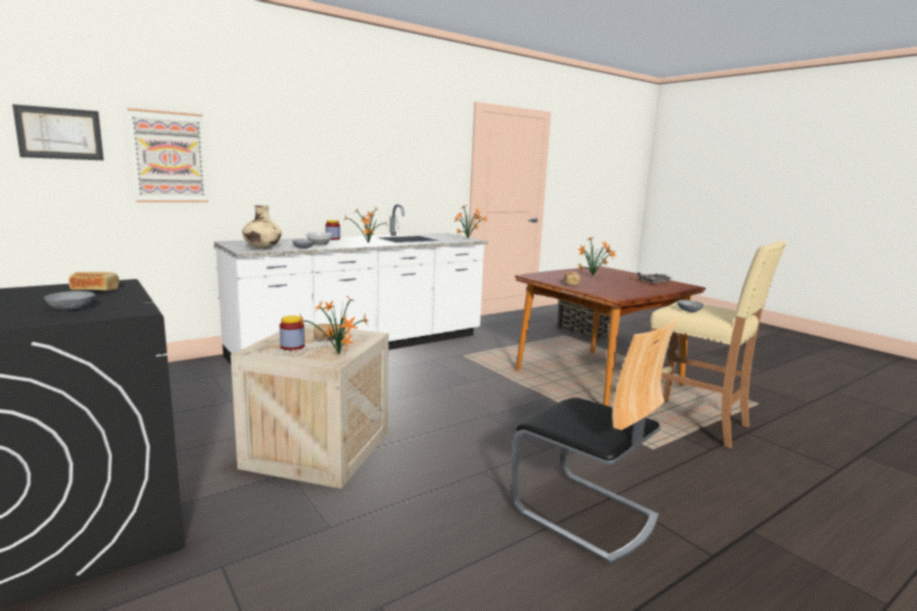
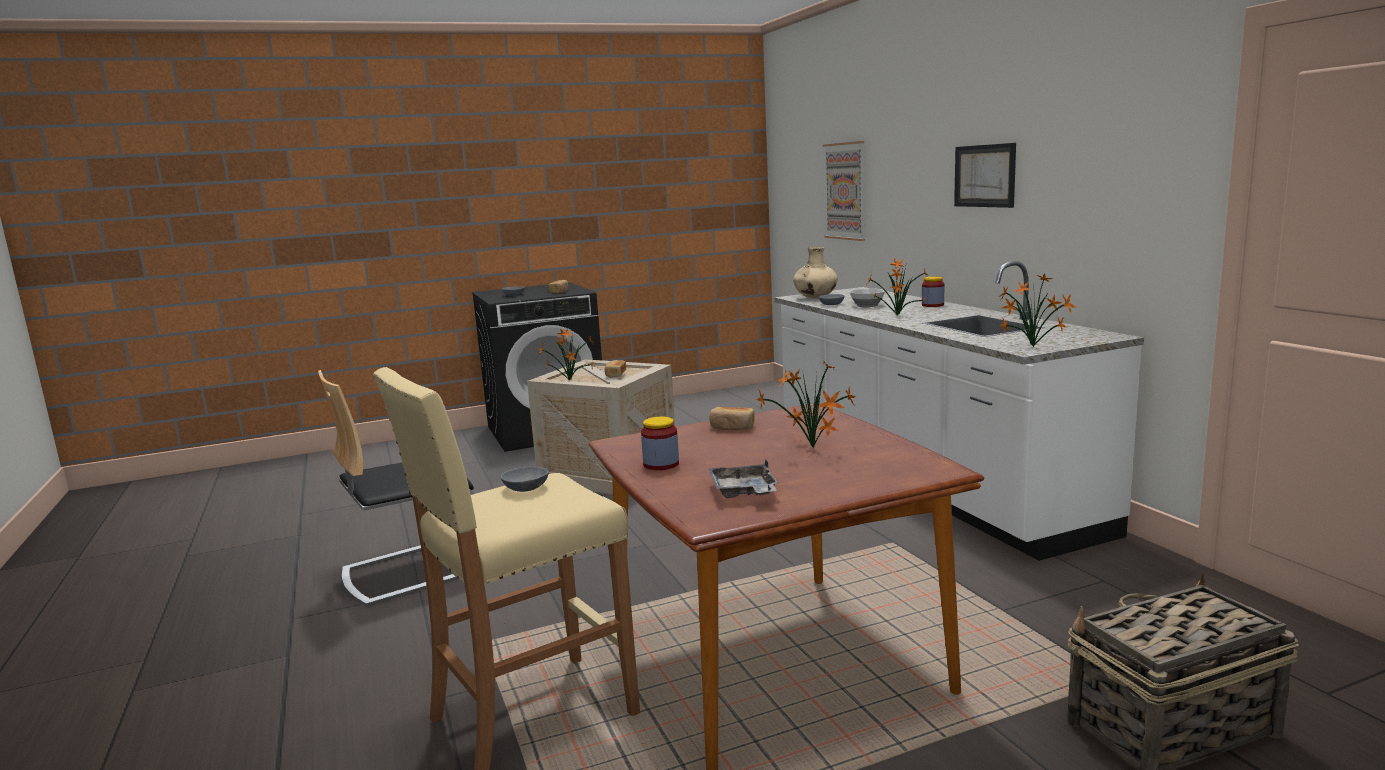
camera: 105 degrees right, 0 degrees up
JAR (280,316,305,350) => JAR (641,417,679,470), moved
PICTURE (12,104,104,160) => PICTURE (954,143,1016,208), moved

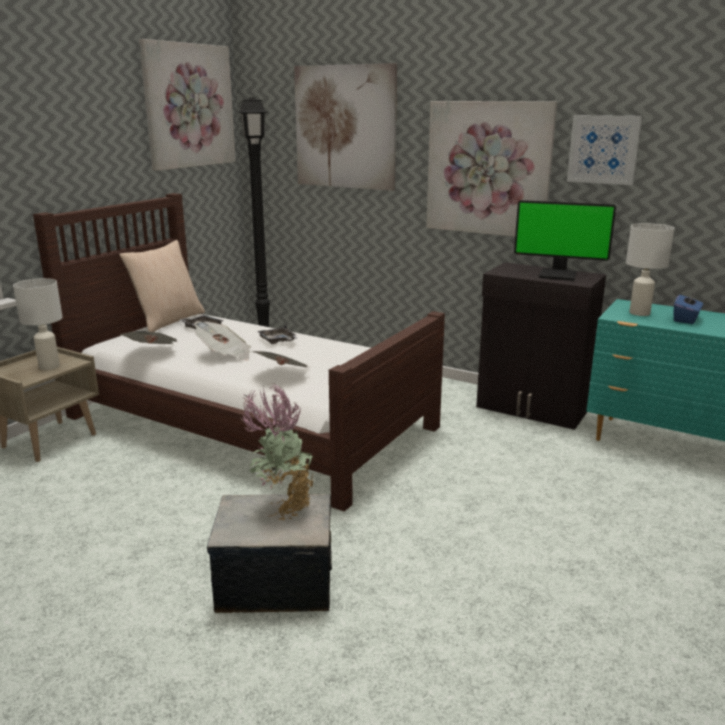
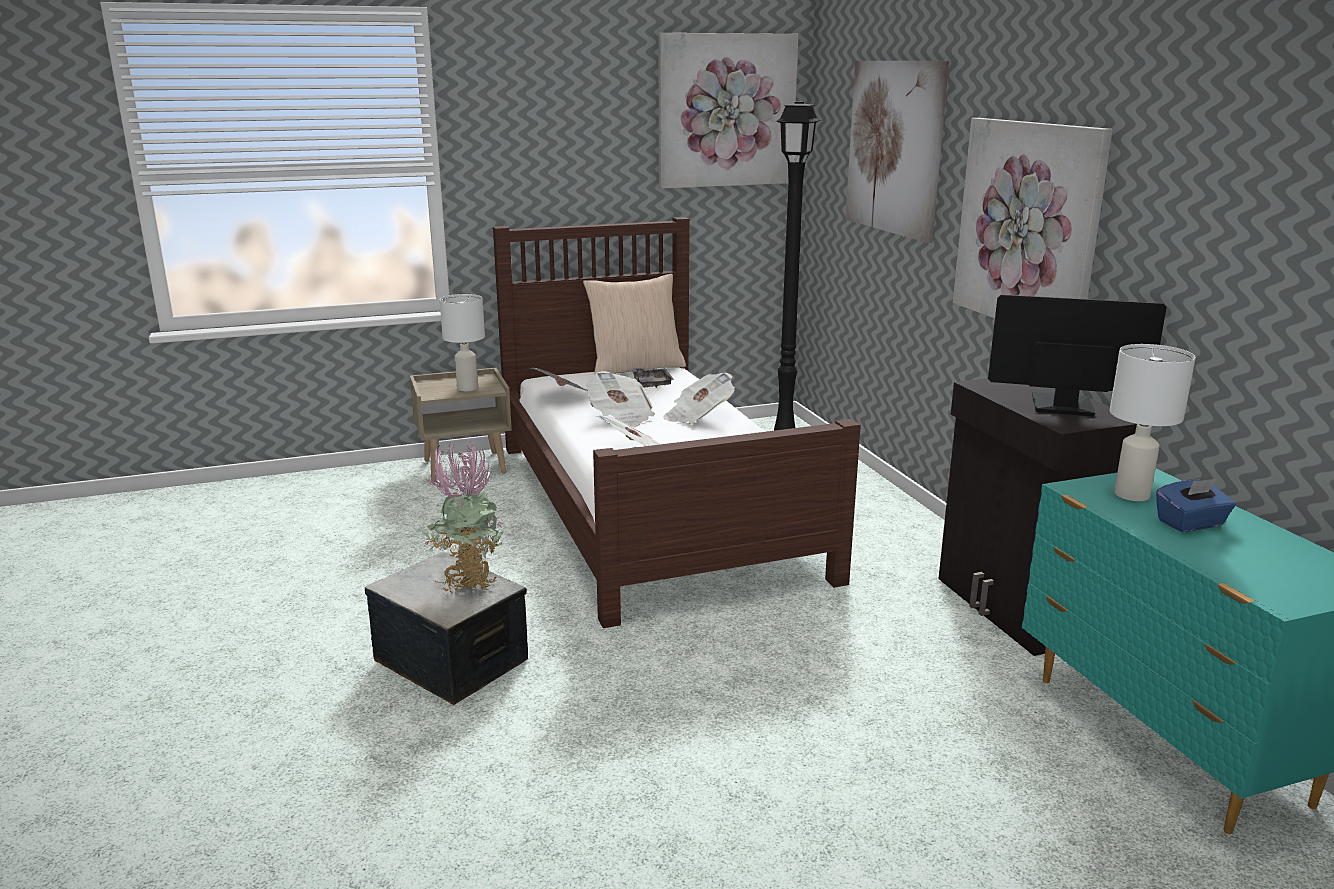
camera: 40 degrees right, 0 degrees up
GREY TRAY (257,325,297,344) => NEWSPAPER (663,373,735,424)
MONITOR (514,200,616,281) => MONITOR (988,295,1167,416), 135 degrees clockwise
PICTURE (567,115,642,185) => nothing

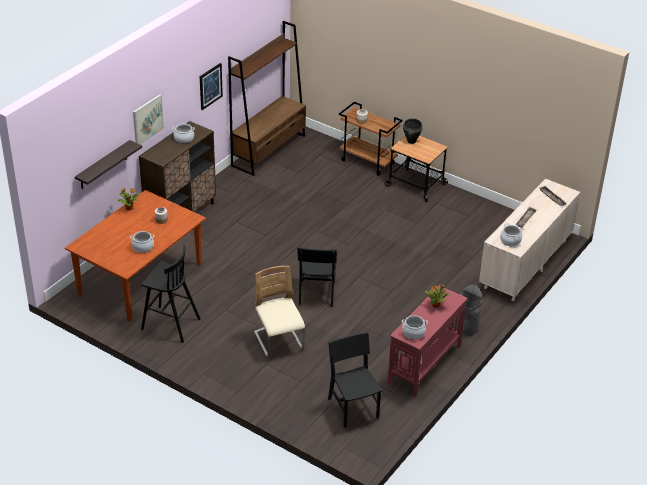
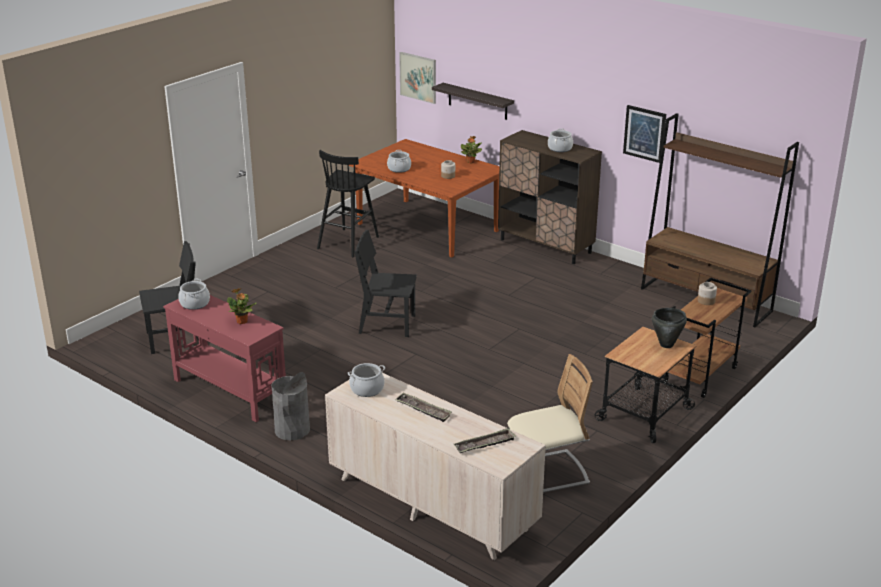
camera: 95 degrees right, 10 degrees down
PICTURE (133,94,164,145) => PICTURE (399,52,436,104), moved
BEIGE CHAIR (254,266,305,357) => BEIGE CHAIR (507,354,593,493), moved

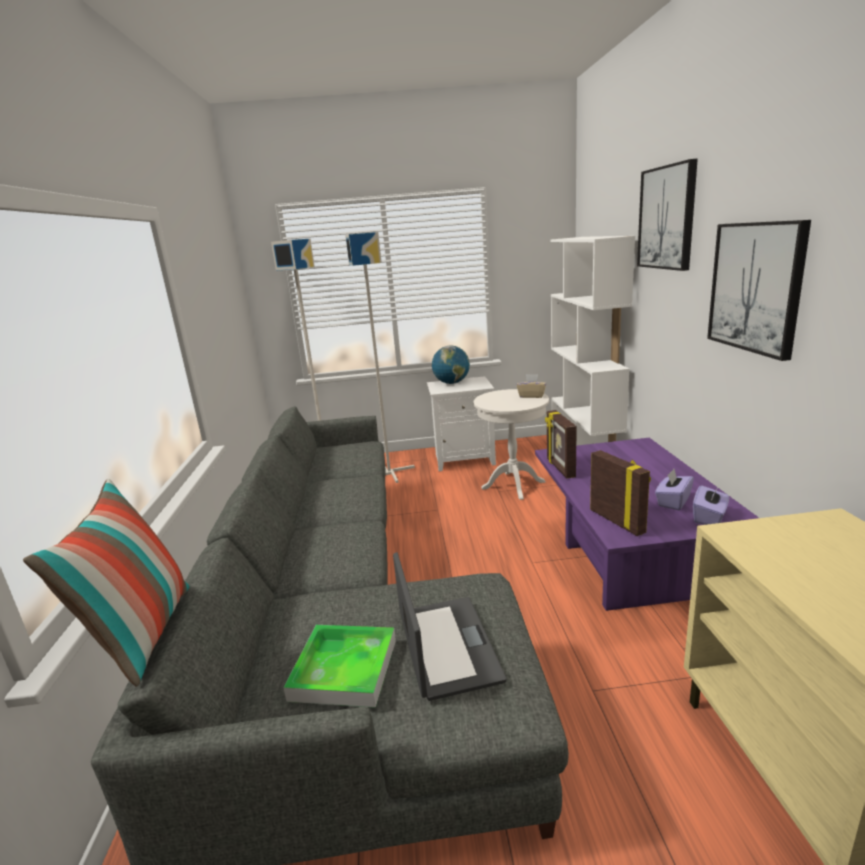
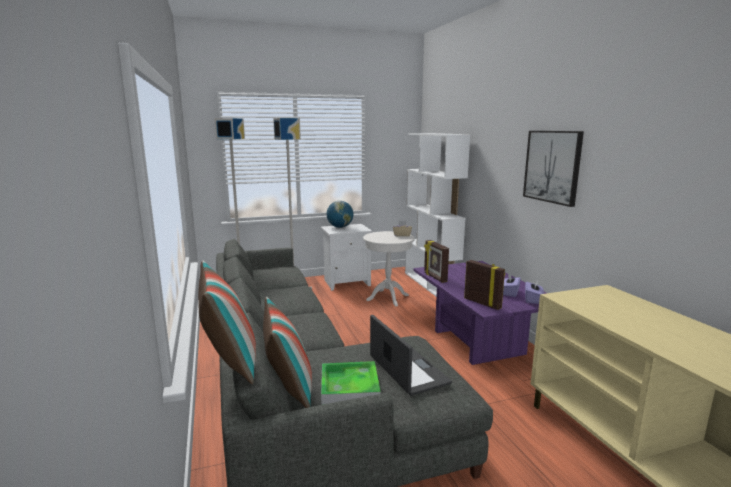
camera: 15 degrees left, 5 degrees down
nothing => PILLOW (263,297,312,408)
PICTURE (637,158,698,271) => nothing

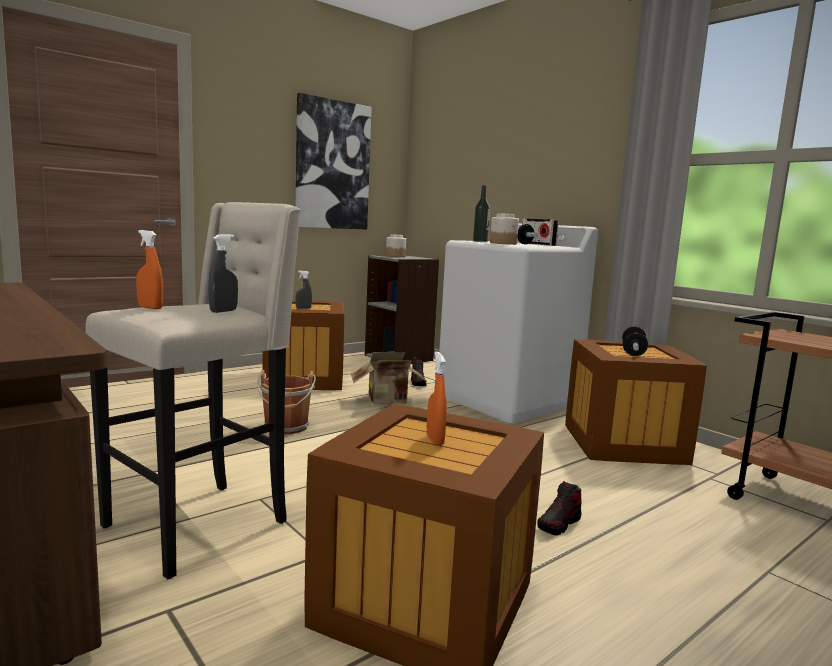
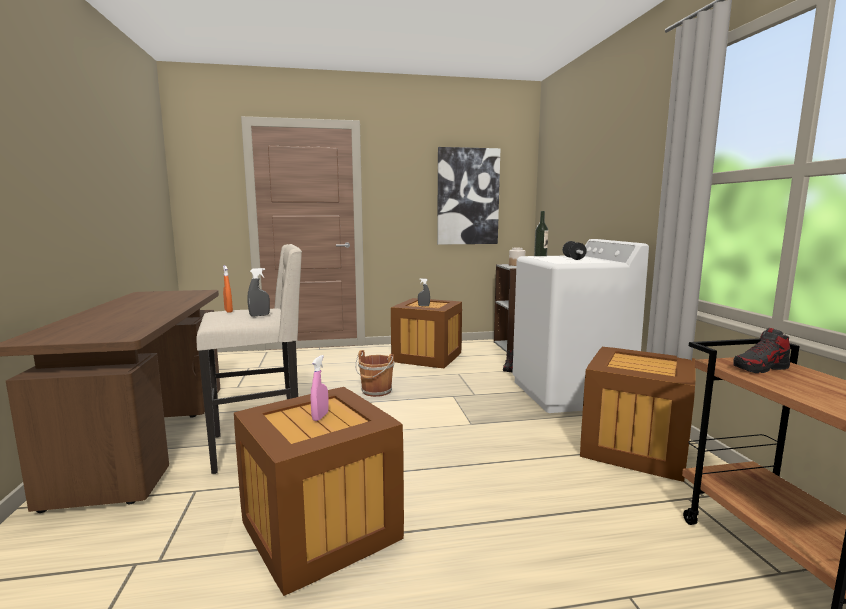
camera: 30 degrees right, 0 degrees up
ORANGE SPRAY BOTTLE (427,351,447,446) => PINK SPRAY BOTTLE (310,355,329,421)
SHOE (537,481,582,535) => SHOE (733,328,790,373), moved
CARDBOARD BOX (350,352,428,404) => nothing
JAR (490,213,519,245) => nothing
RADIO (522,219,559,246) => nothing
DUMBBELL (622,326,648,356) => nothing

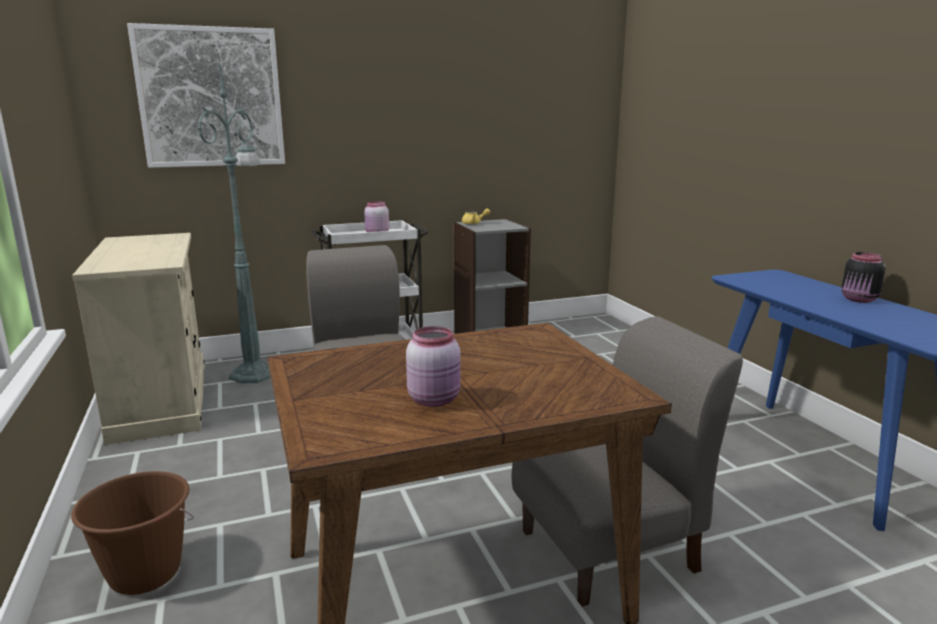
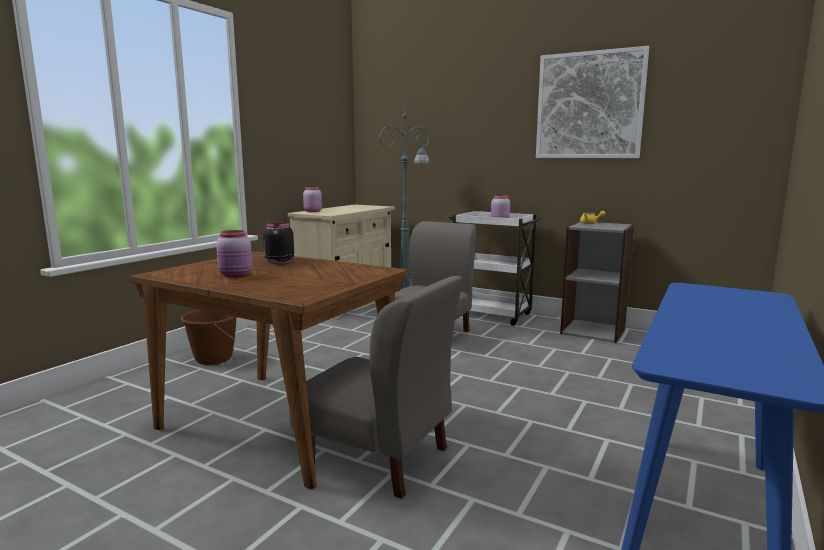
camera: 50 degrees right, 5 degrees down
BLACK JAR (842,252,885,303) => BLACK JAR (263,222,294,264), moved
nothing => PINK JAR (303,187,322,212)
PICTURE (127,23,285,168) => PICTURE (536,46,649,158), moved

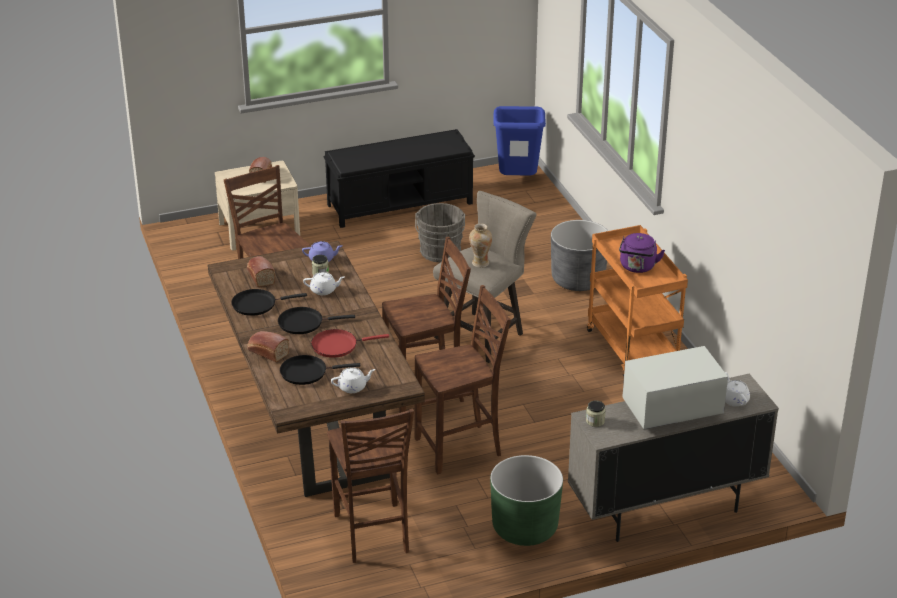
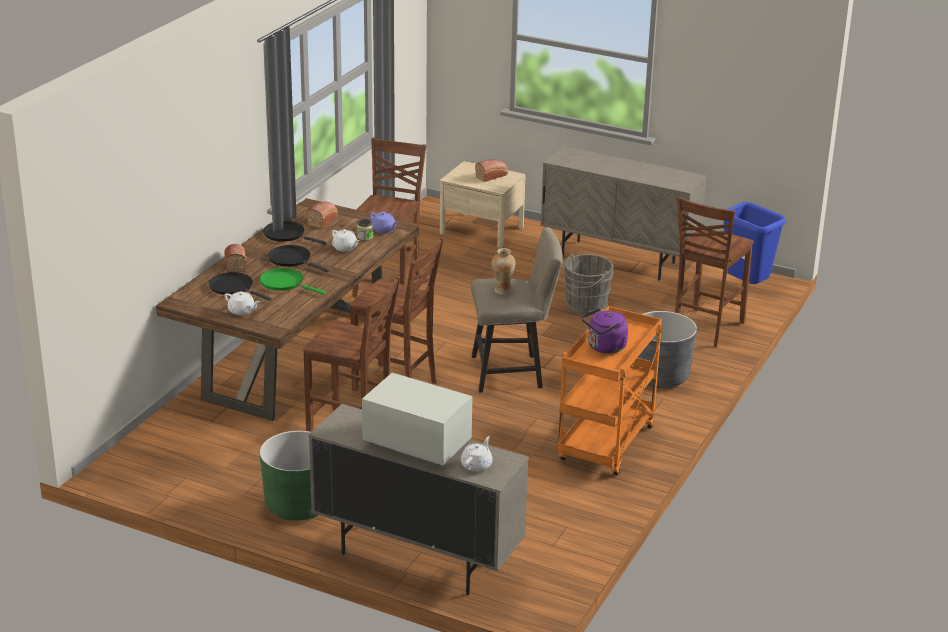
camera: 45 degrees right, 5 degrees down
RED FRYING PAN (311,329,389,358) => GREEN FRYING PAN (260,268,326,295)
BLACK BENCH (324,129,475,228) => BEIGE CABINET (540,146,707,281)
BROWN CHAIR (327,409,414,563) => BROWN CHAIR (675,197,754,348), moved
JAR (586,401,606,427) => nothing

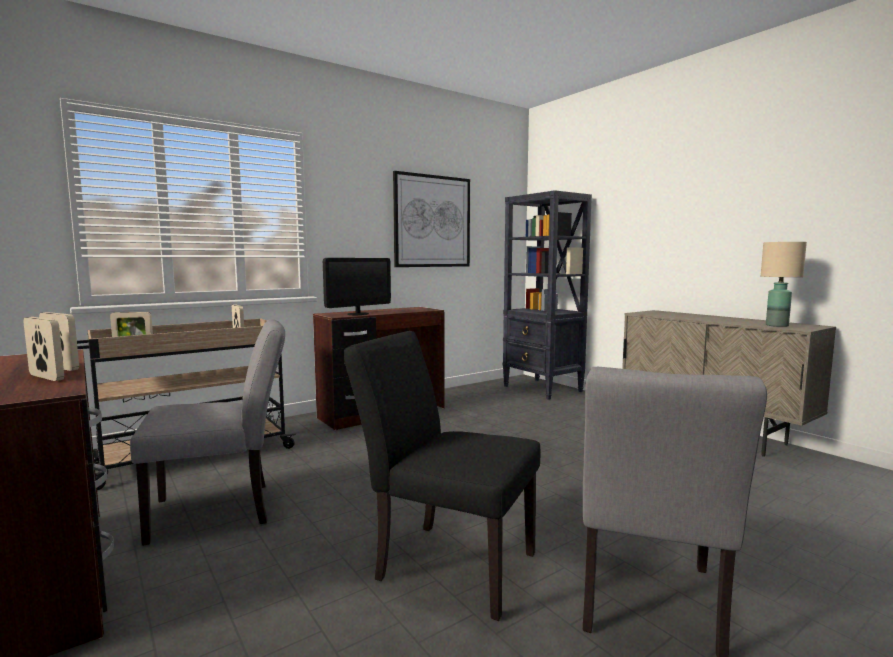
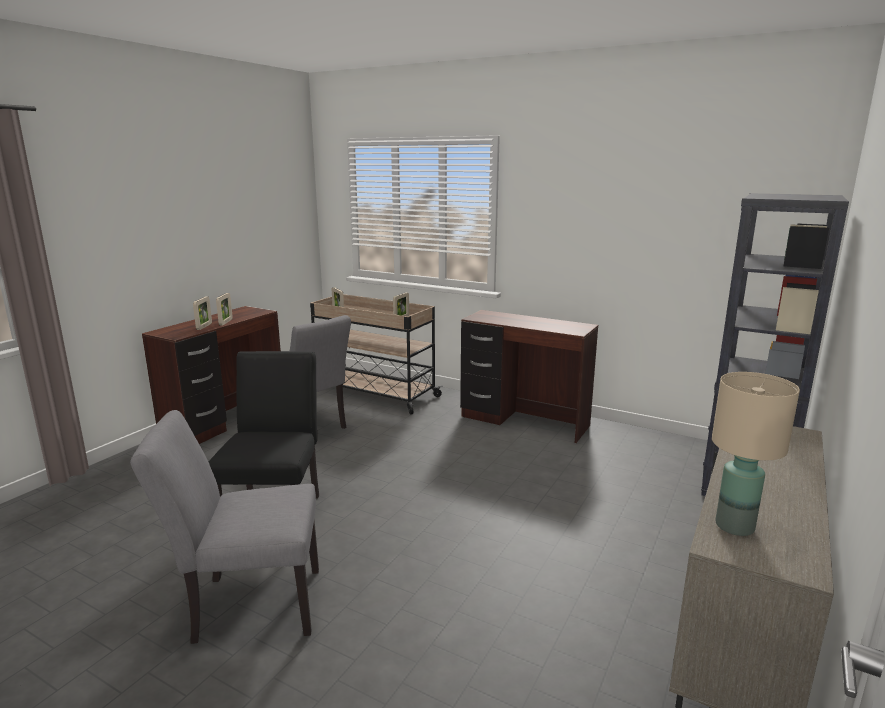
camera: 65 degrees right, 10 degrees up
MONITOR (323,258,391,315) => nothing
PICTURE (393,171,470,267) => nothing

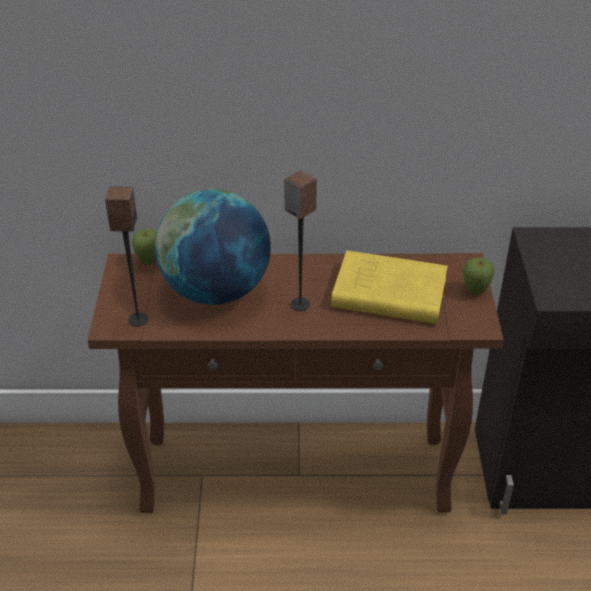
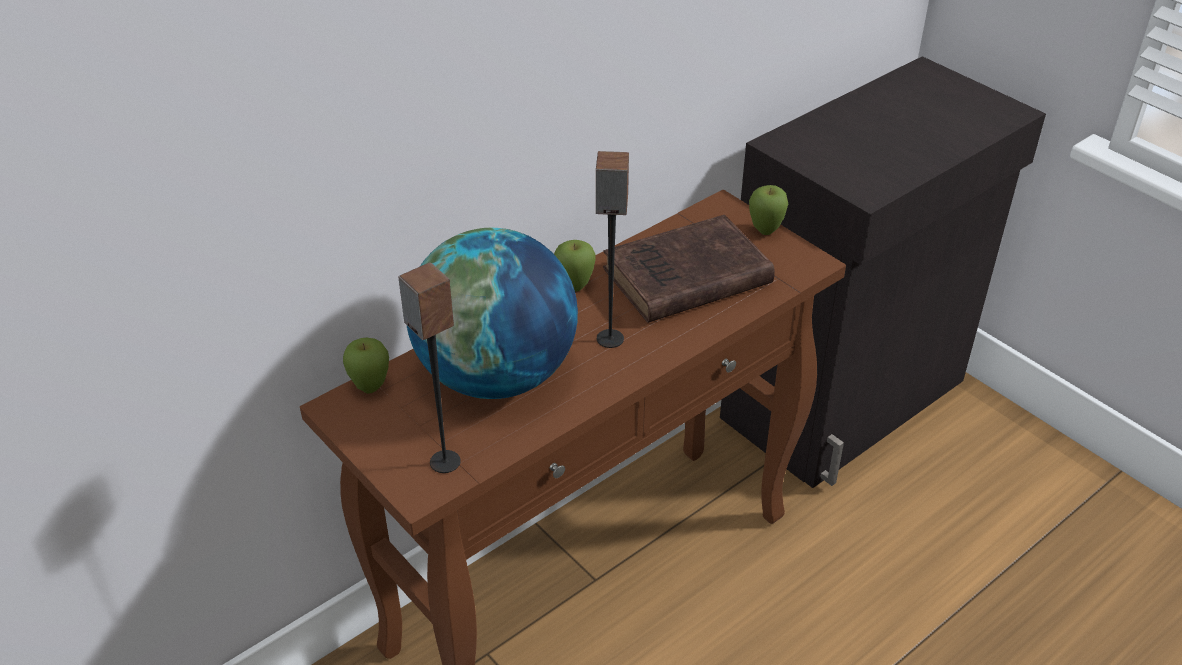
camera: 40 degrees left, 0 degrees up
nothing => APPLE (554,240,596,291)
YELLOW BOOK (331,250,448,324) => BROWN BOOK (603,215,775,323)

